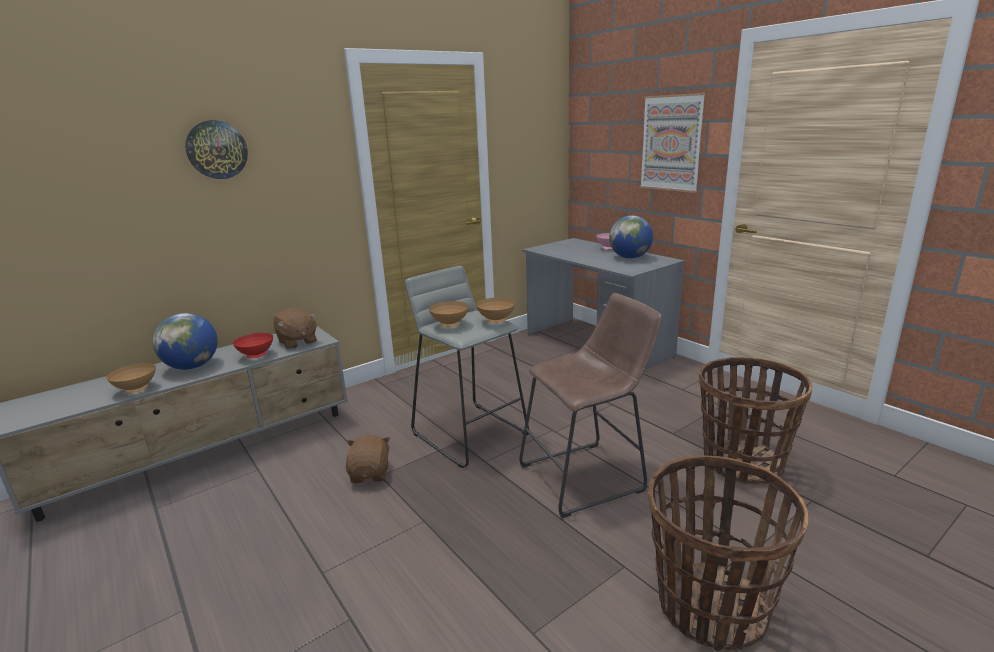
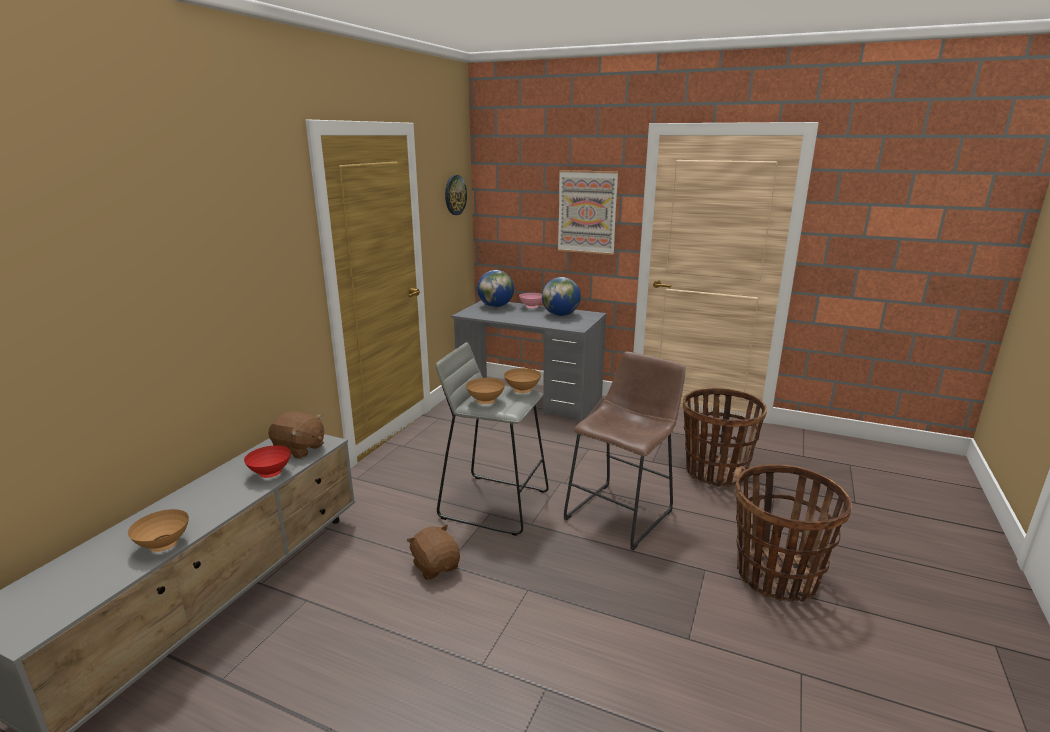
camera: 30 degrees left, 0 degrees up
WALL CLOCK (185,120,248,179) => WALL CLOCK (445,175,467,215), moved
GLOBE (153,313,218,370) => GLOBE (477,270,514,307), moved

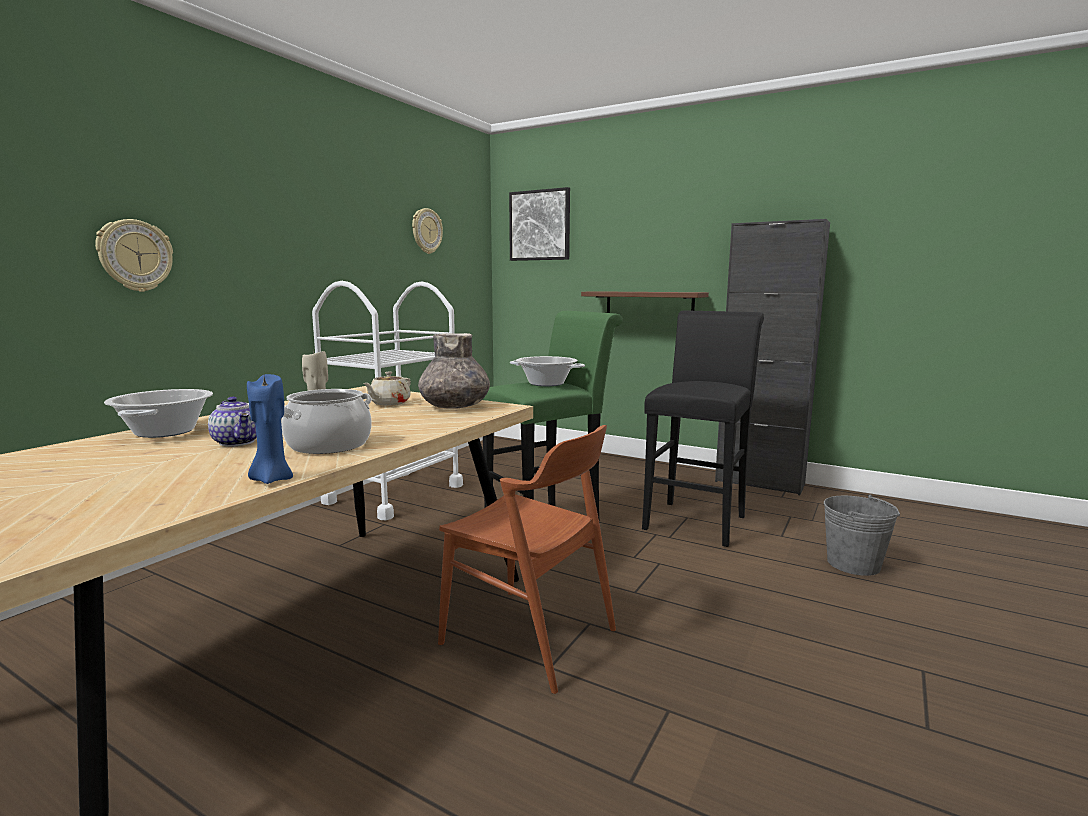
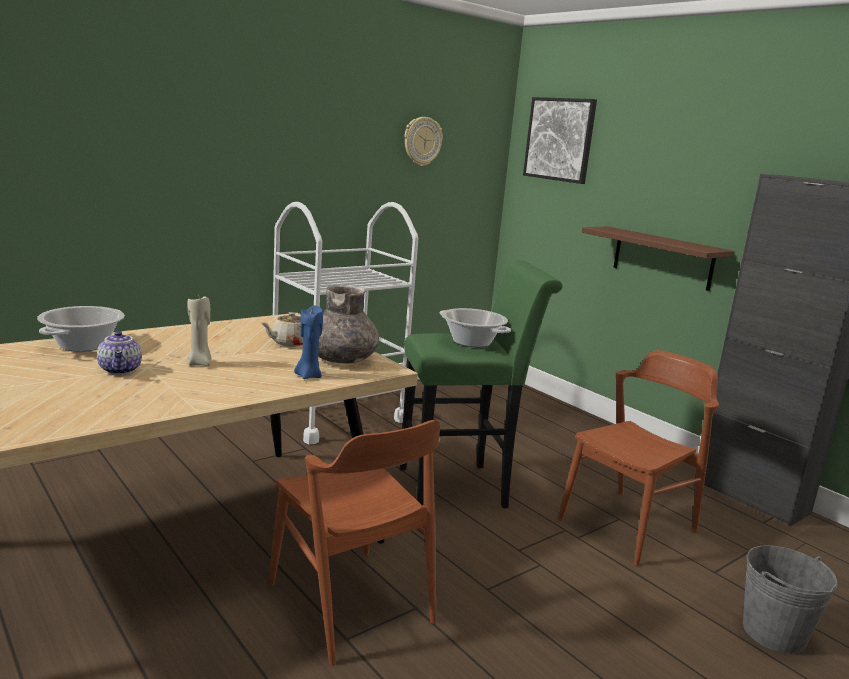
camera: 20 degrees right, 5 degrees up
BLUE CANDLE (247,374,293,484) => BLUE CANDLE (294,306,323,379), moved
BLACK STOOL (642,310,764,547) => BROWN CHAIR (558,350,719,566)
WALL CLOCK (95,219,173,292) => nothing
COOKING POT (282,389,372,454) => nothing

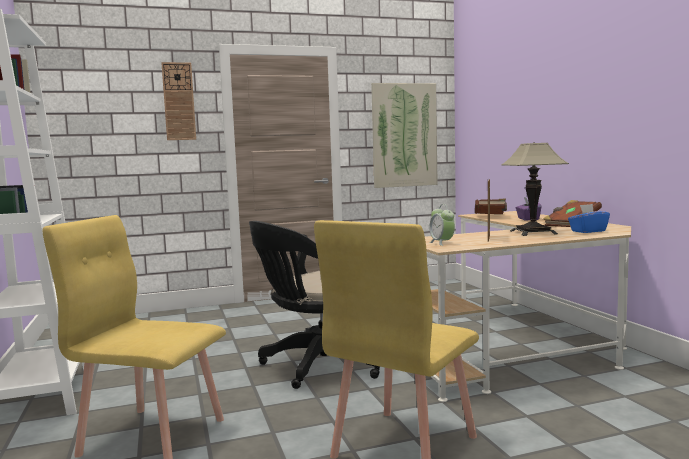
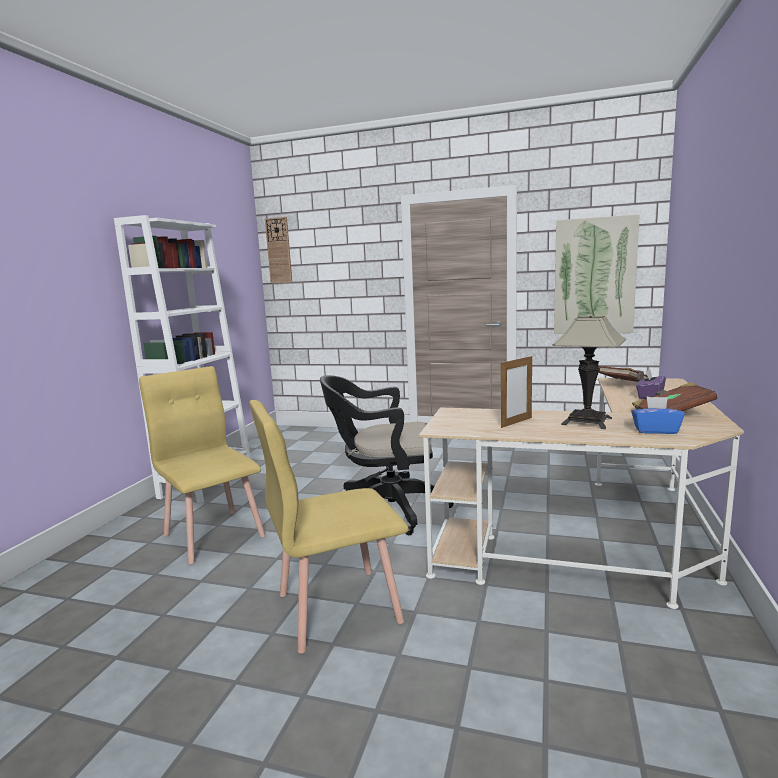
camera: 35 degrees right, 5 degrees up
WALL CLOCK (161,62,196,140) => WALL CLOCK (265,217,292,283), moved
ALARM CLOCK (429,204,455,246) => nothing

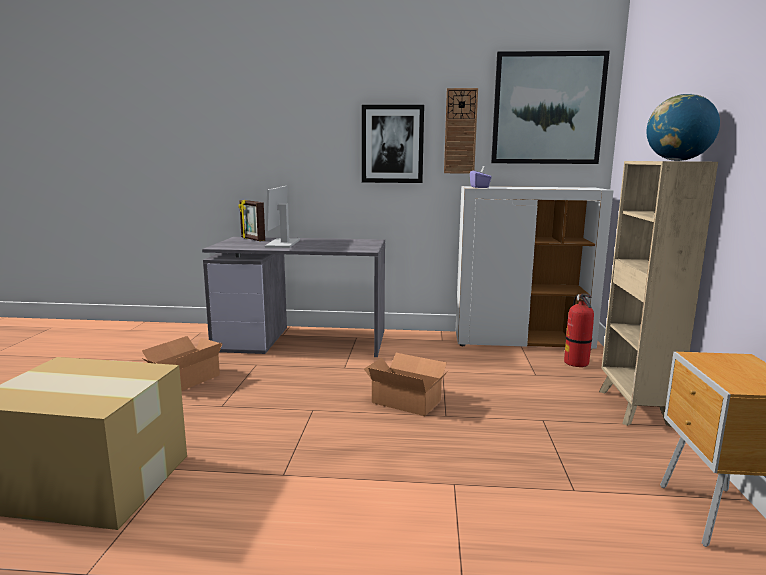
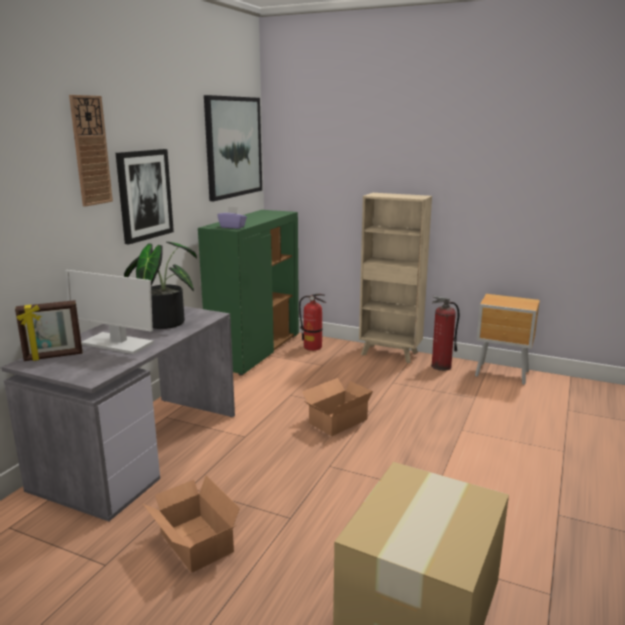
camera: 70 degrees left, 5 degrees up
WALL CLOCK (444,88,478,174) => WALL CLOCK (69,95,113,207), moved
nothing => POTTED PLANT (124,242,197,329)
WHITE CABINET (456,186,614,350) => GREEN CABINET (198,210,299,375)
nothing => FIRE EXTINGUISHER (431,296,459,371)
GLOBE (647,94,720,161) => nothing

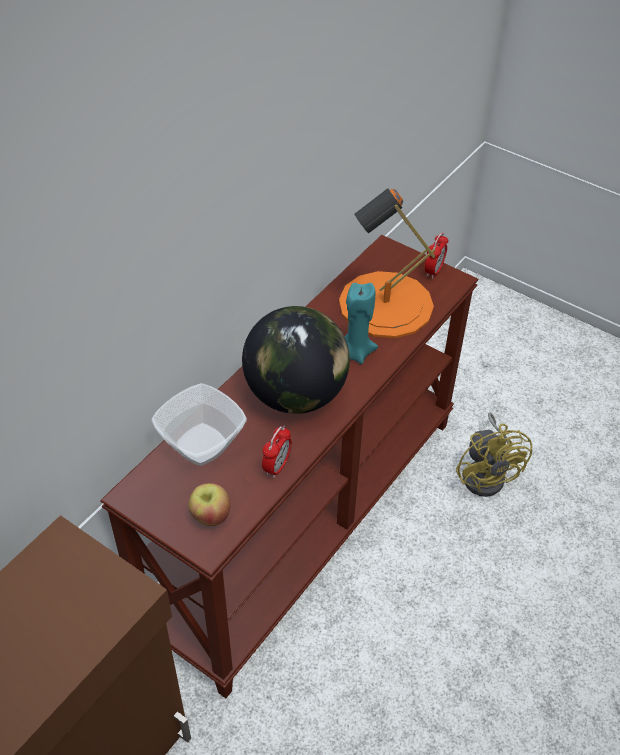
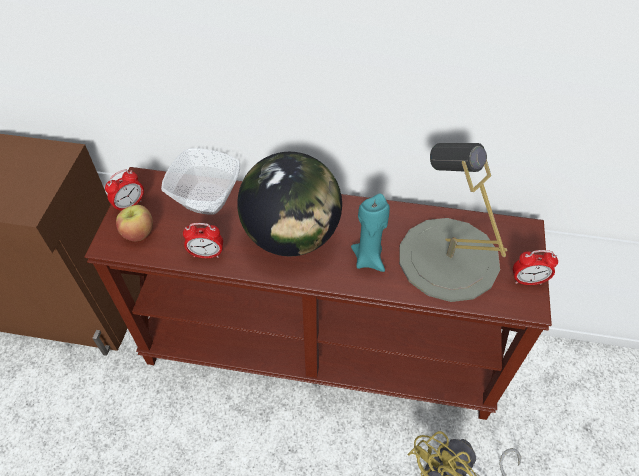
camera: 65 degrees right, 5 degrees up
nothing => ALARM CLOCK (105,169,144,211)
ORANGE TABLE LAMP (339,188,435,338) => GREY TABLE LAMP (399,143,508,302)

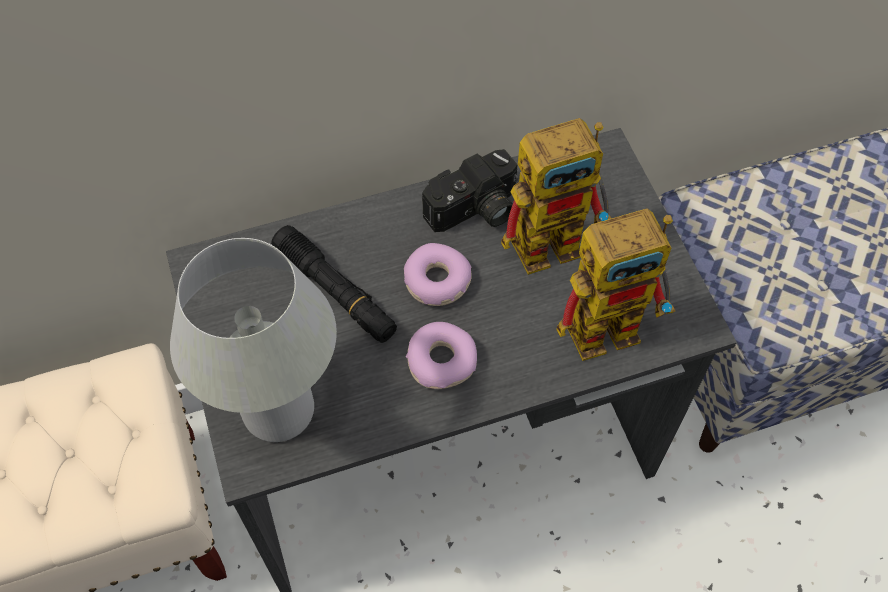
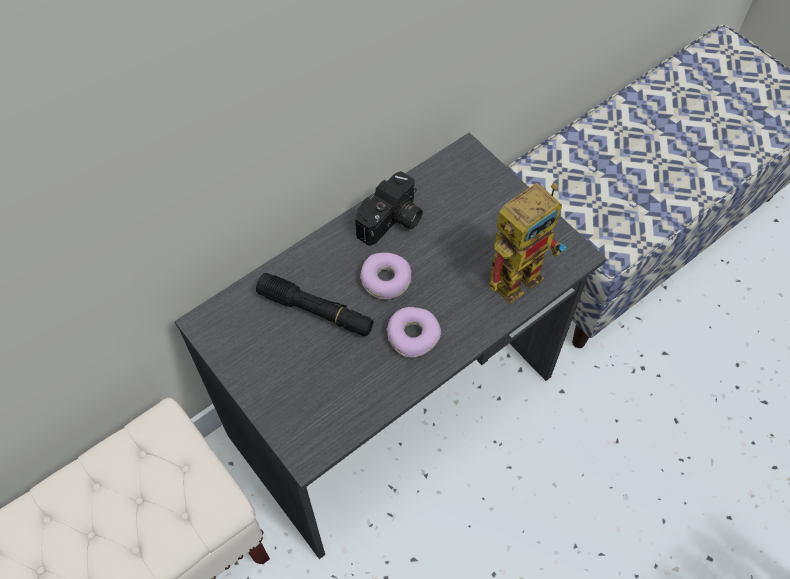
camera: 20 degrees left, 0 degrees up
WHITE TABLE LAMP (170,238,337,442) => nothing
TOY ROBOT (501,118,612,275) => nothing

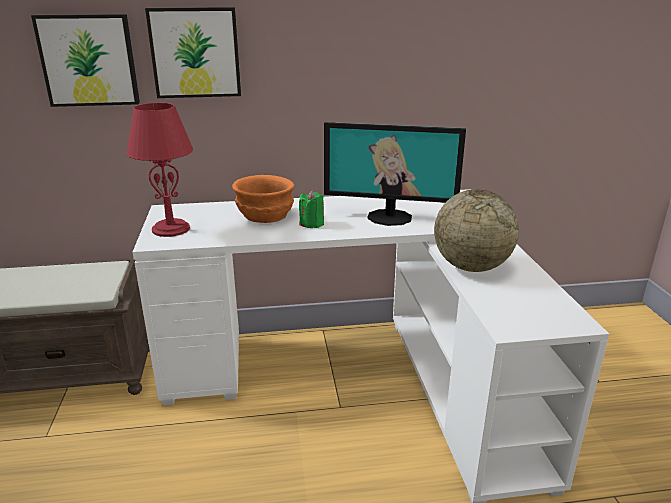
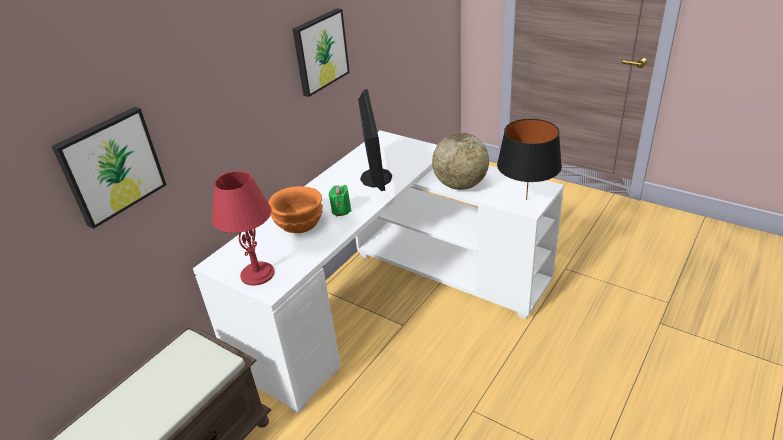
camera: 45 degrees left, 10 degrees up
PICTURE (145,7,241,98) => PICTURE (292,8,350,97), moved
MONITOR (324,122,466,226) => MONITOR (358,89,392,191), 60 degrees counterclockwise
nothing => BLACK TABLE LAMP (497,119,562,200)

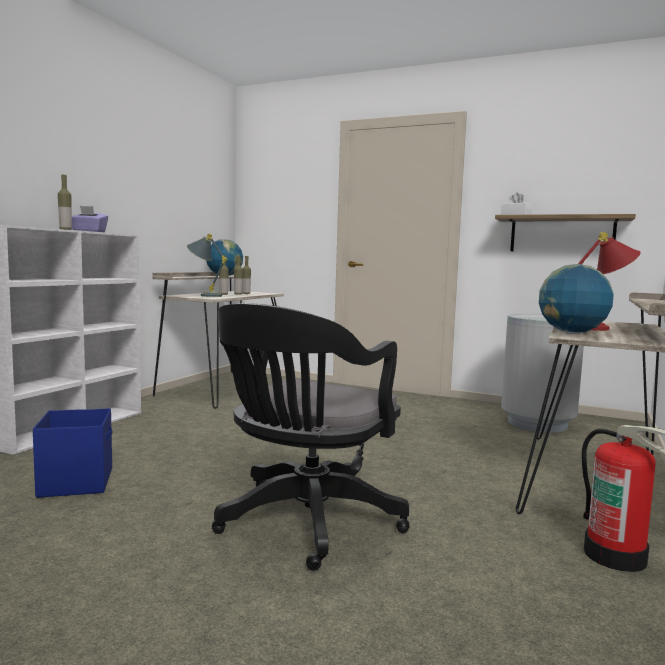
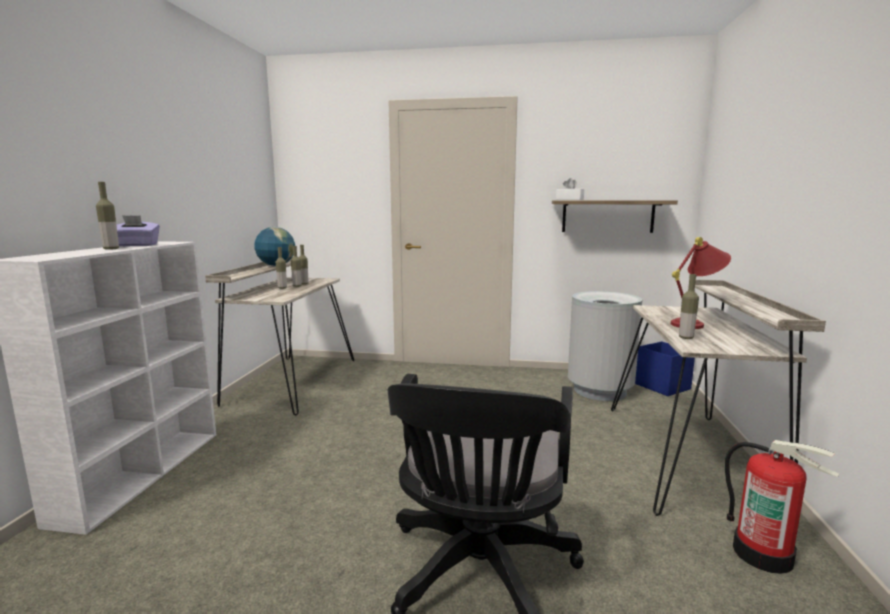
camera: 15 degrees left, 5 degrees up
BLUE STORAGE BOX (33,408,113,498) => BLUE STORAGE BOX (635,341,695,396), moved
GLOBE (539,264,614,333) => BOTTLE (679,274,699,339)
GREY TABLE LAMP (187,234,227,297) => nothing

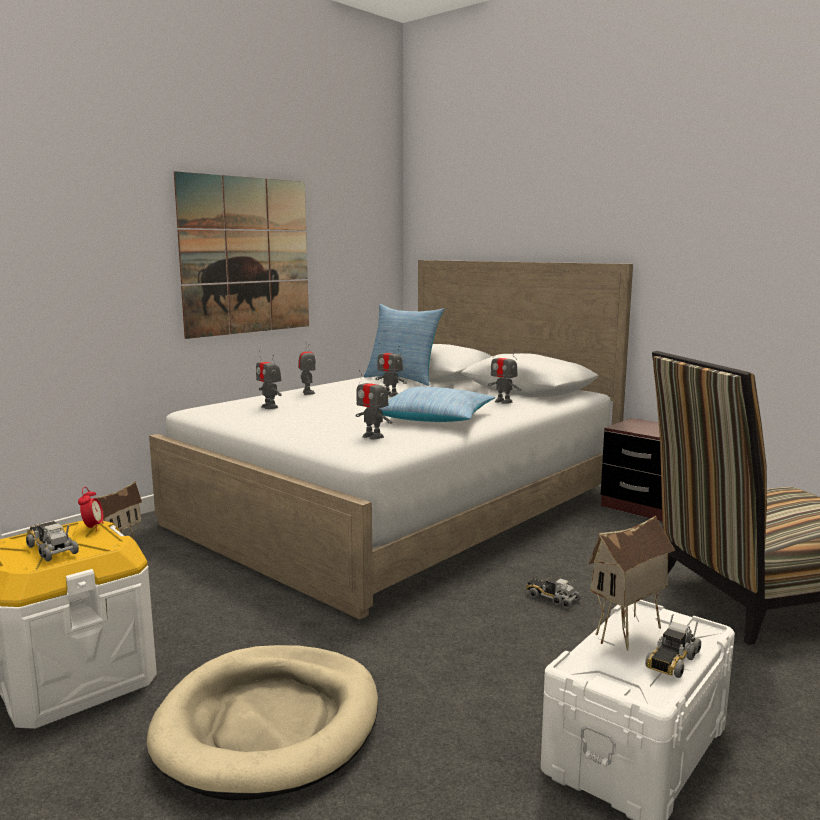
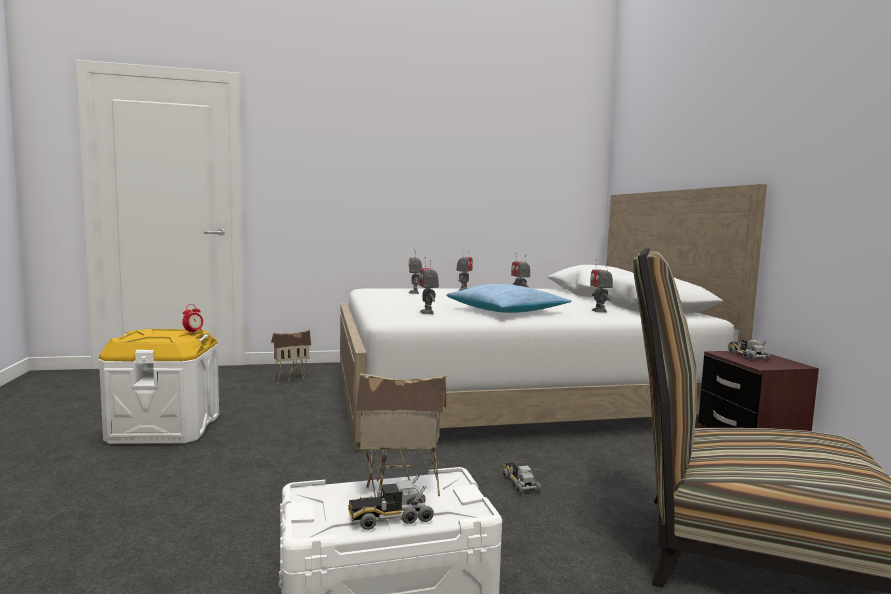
camera: 35 degrees right, 5 degrees down
TOY TRUCK (26,521,79,562) => TOY TRUCK (728,339,770,361), moved
BEIGE DOG BED (147,645,378,800) => nothing
PICTURE (174,171,309,339) => nothing
PILLOW (364,304,444,386) => nothing

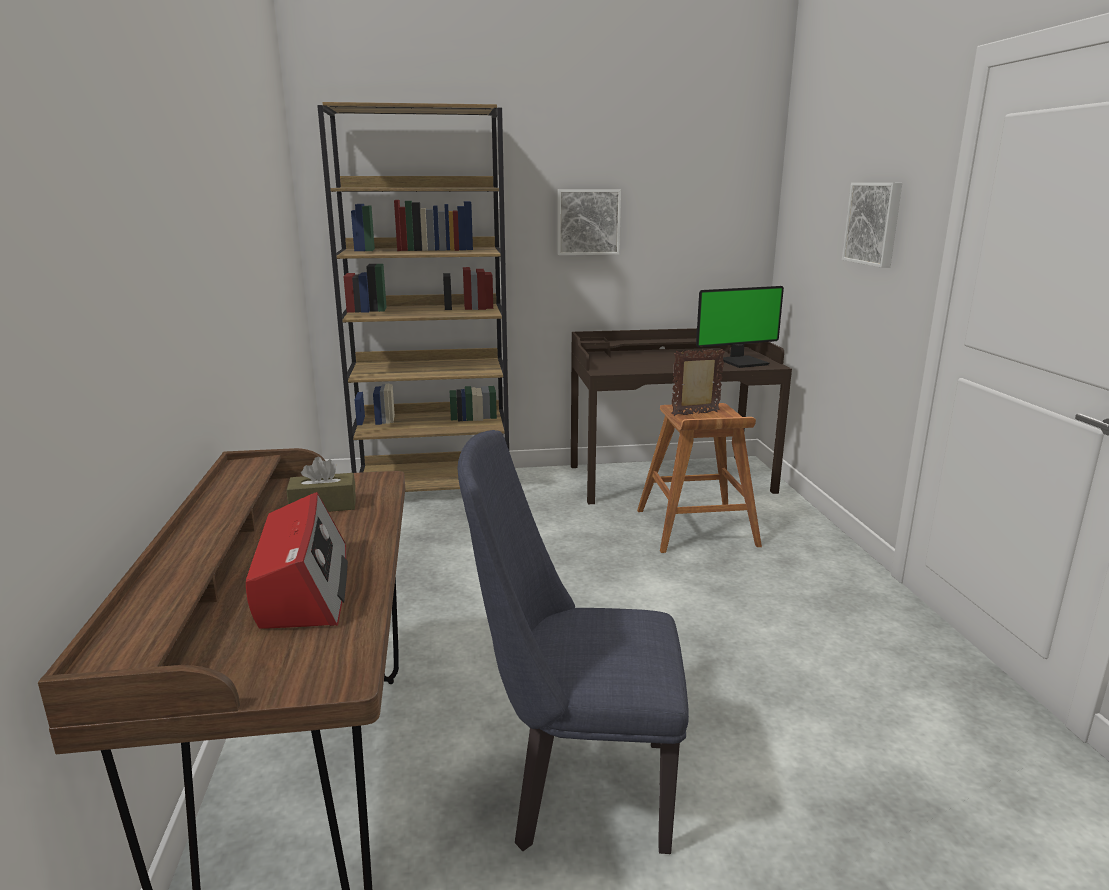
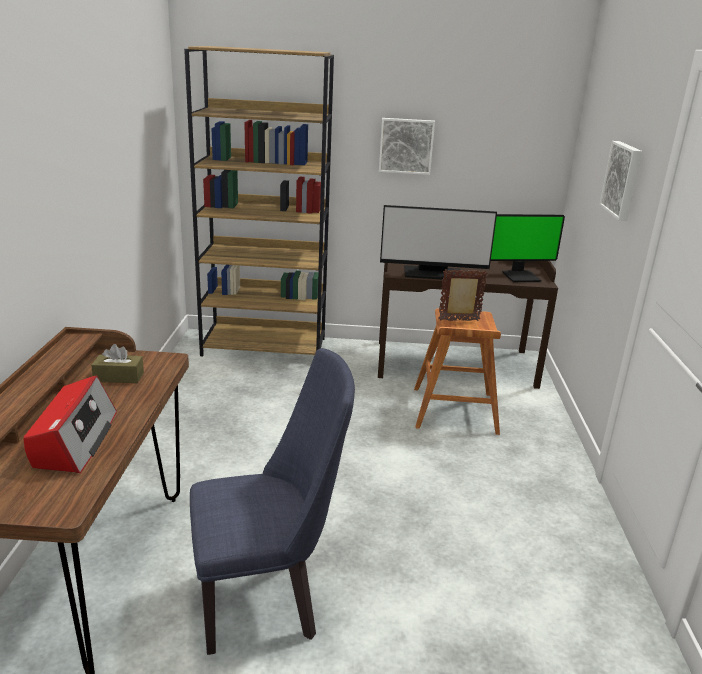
camera: 10 degrees right, 5 degrees up
BLUE CHAIR (457,430,689,854) => BLUE CHAIR (190,348,355,655), 150 degrees clockwise
nothing => MONITOR (380,205,497,280)

